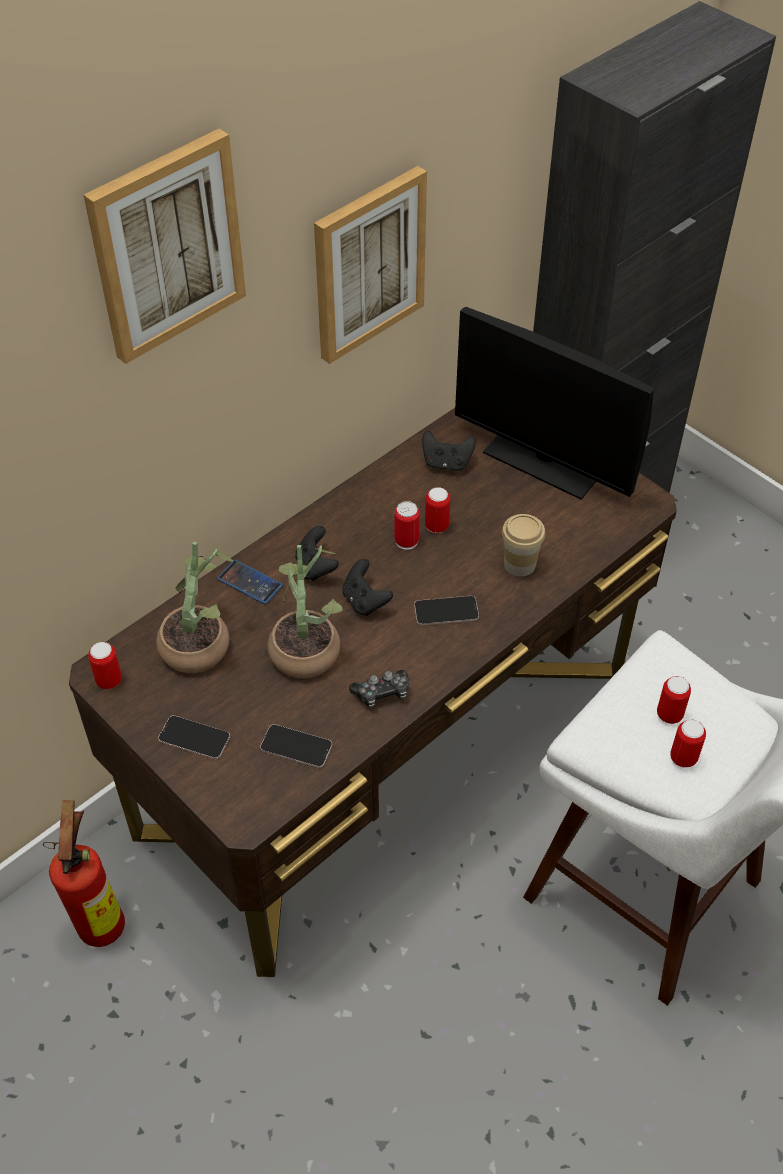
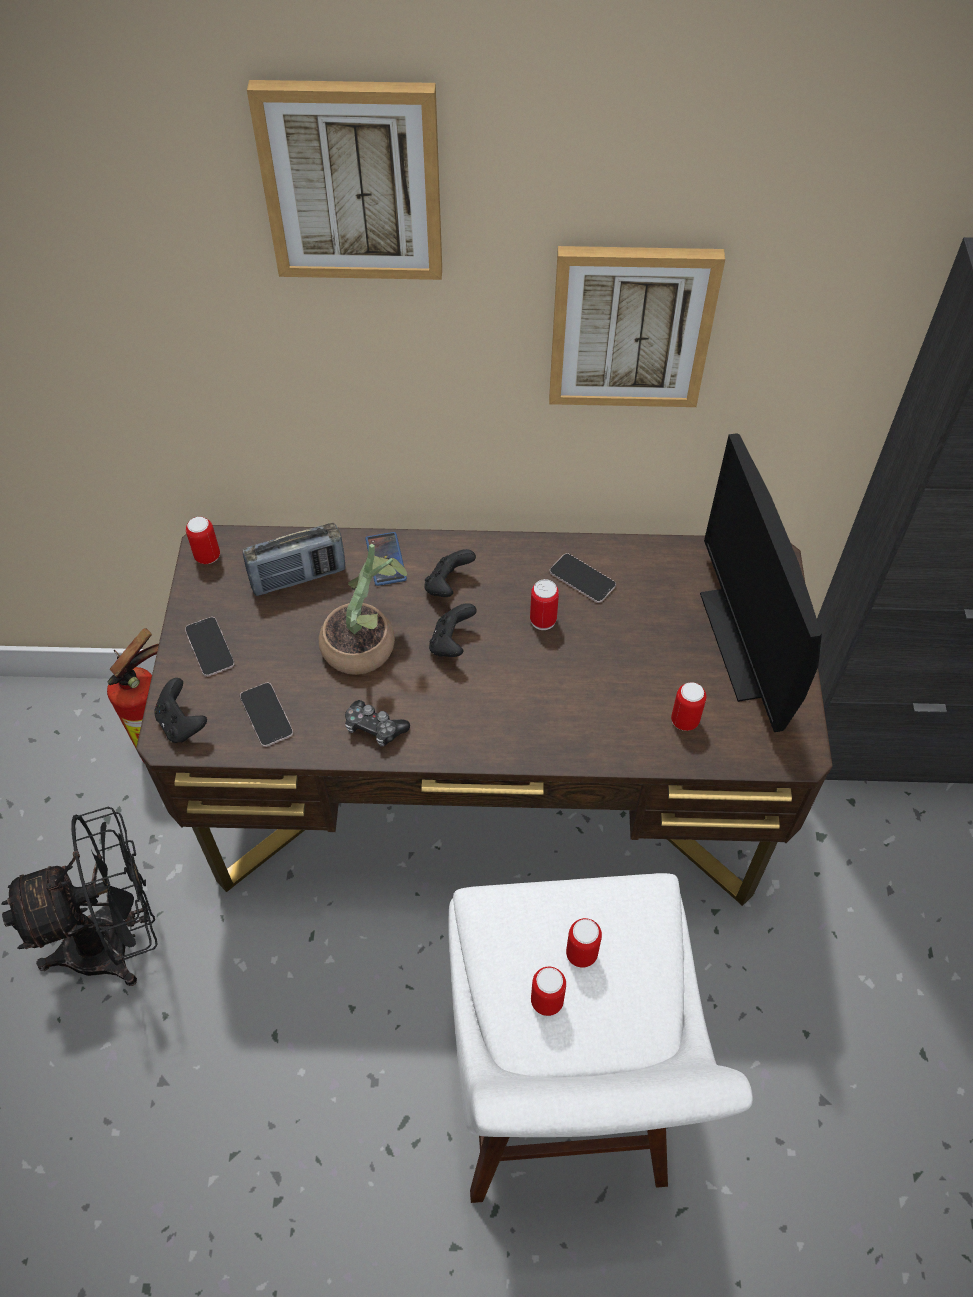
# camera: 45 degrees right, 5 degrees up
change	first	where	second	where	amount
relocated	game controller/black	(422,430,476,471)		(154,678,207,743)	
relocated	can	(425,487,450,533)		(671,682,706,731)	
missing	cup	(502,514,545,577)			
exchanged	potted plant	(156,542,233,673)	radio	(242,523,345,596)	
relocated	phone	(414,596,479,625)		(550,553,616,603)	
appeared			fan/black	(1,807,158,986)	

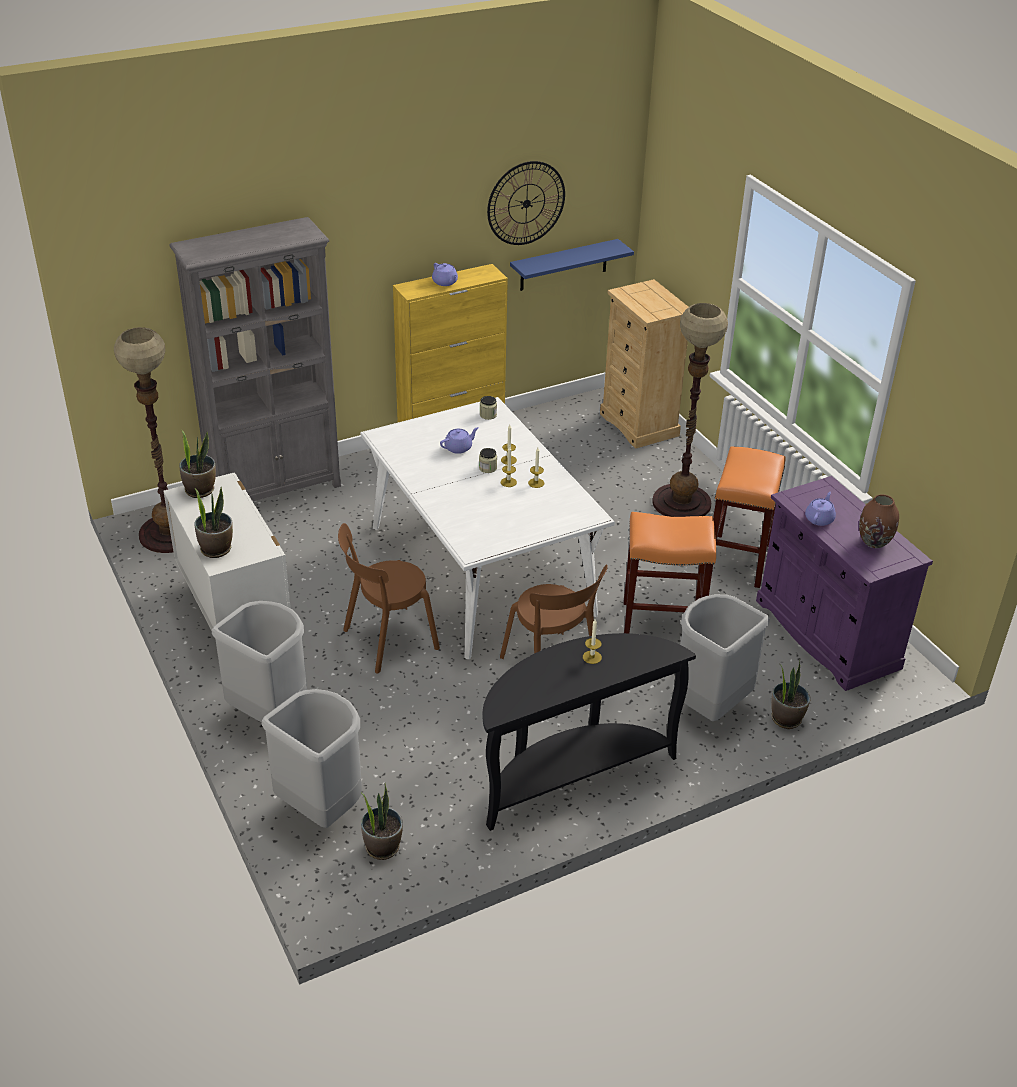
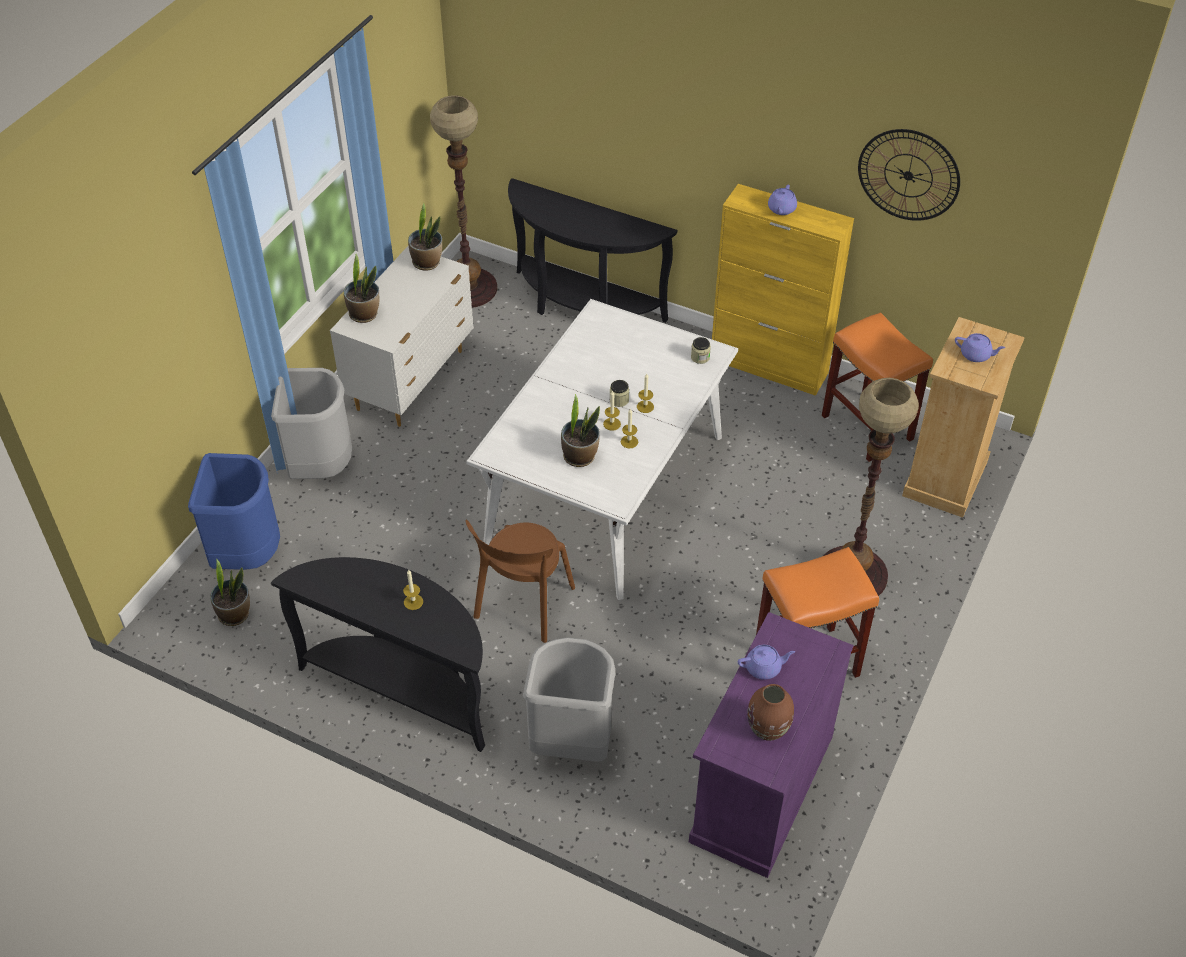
# camera: 55 degrees right, 10 degrees up
change	first	where	second	where	amount
exchanged	bookcase/grey	(169,217,341,501)	console table/black	(508,178,677,323)	
missing	shelf/blue	(510,239,634,291)			
relocated	teapot/purple	(440,427,479,454)		(955,333,1006,362)	
relocated	stool/orange	(624,512,716,633)		(822,312,933,462)	
missing	chair/brown	(338,523,440,674)			
relocated	potted plant	(771,660,811,729)		(561,394,600,467)	
colour	trash can/grey	(261,689,362,828)	trash can/blue	(188,453,280,570)	

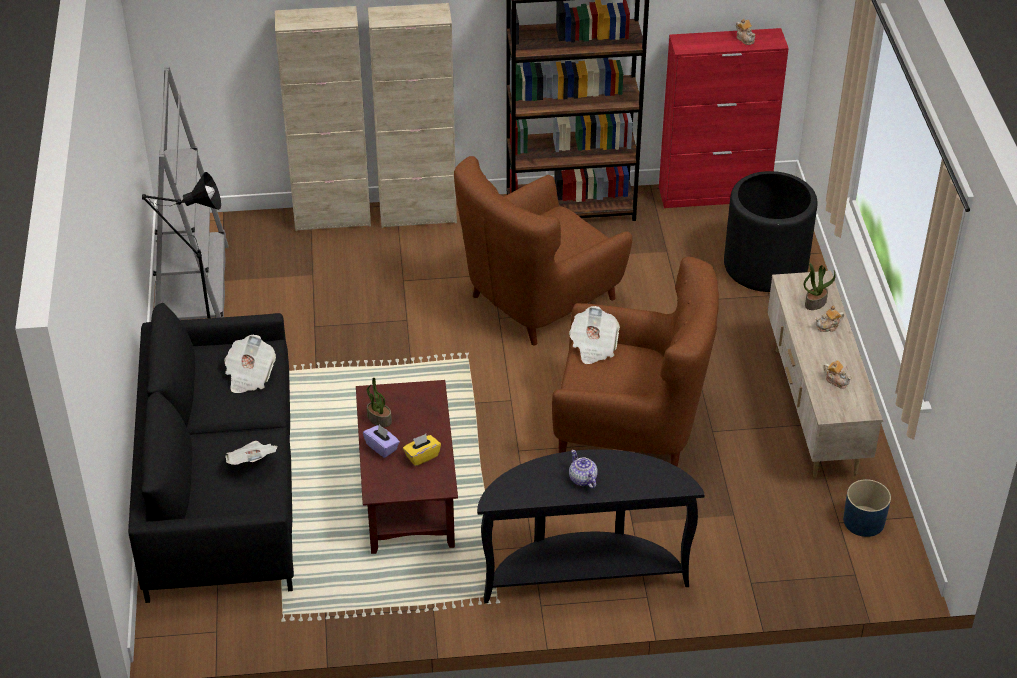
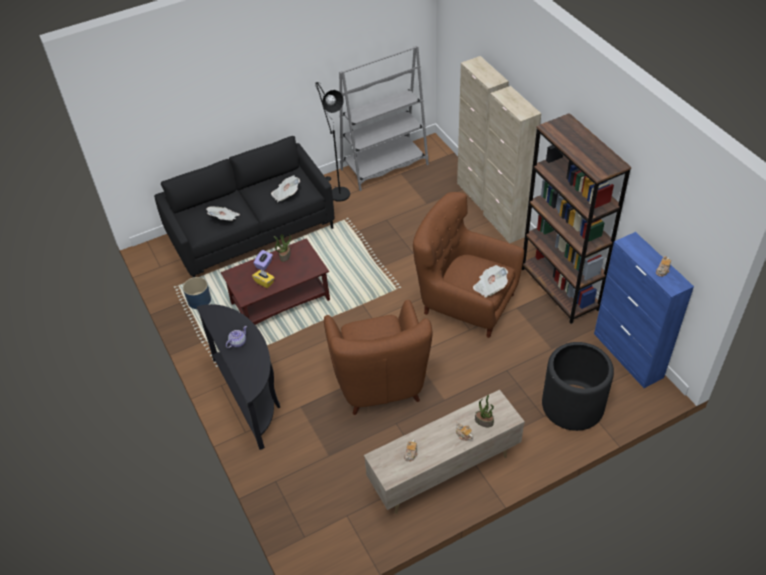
# camera: 70 degrees right, 5 degrees up
change	first	where	second	where	amount
colour	cabinet/red	(659,28,789,208)	cabinet/blue	(594,232,694,388)	
relocated	newspaper	(569,306,620,364)		(473,265,508,298)	
relocated	planter/blue	(843,479,891,537)		(183,277,211,309)	

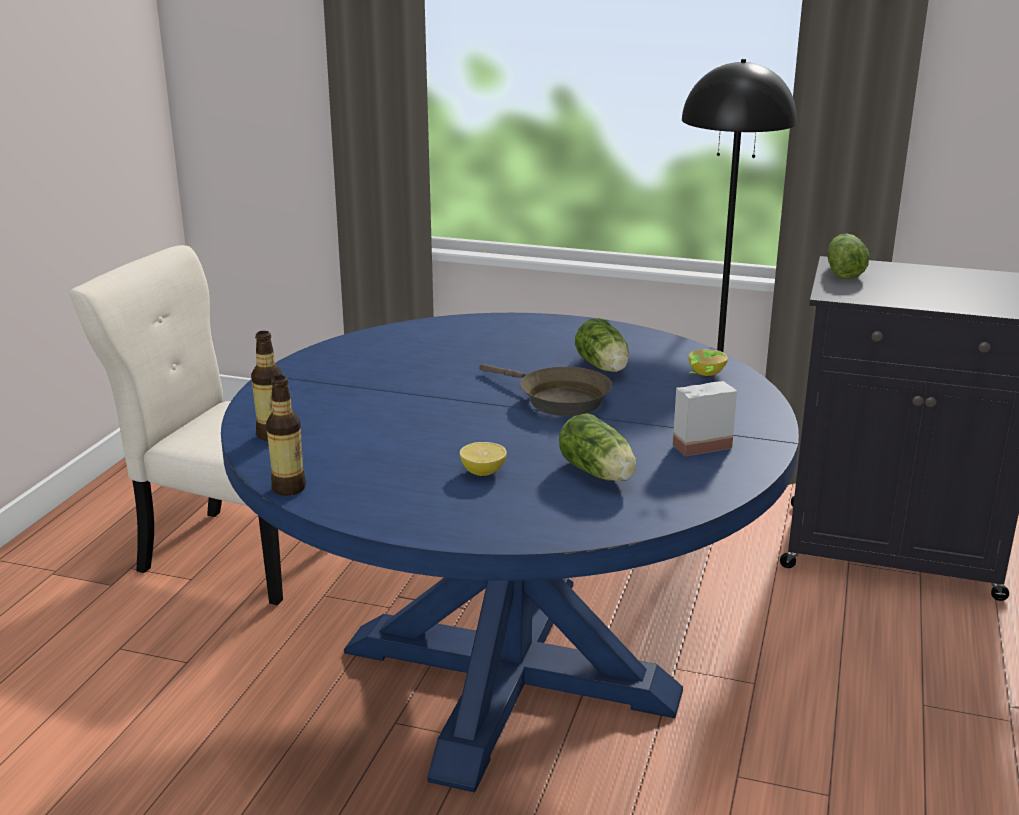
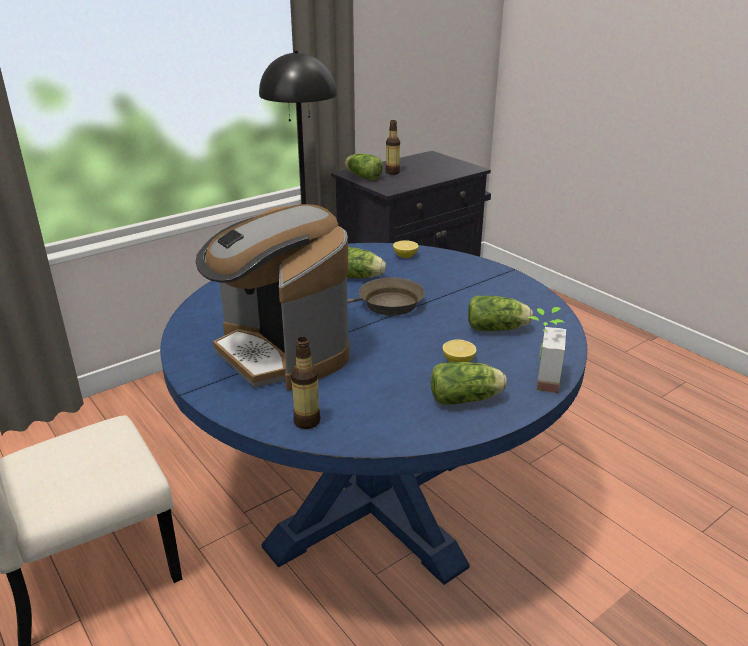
# camera: 55 degrees left, 5 degrees up
change	first	where	second	where	amount
relocated	potted plant	(673,350,737,456)		(528,307,566,393)	
relocated	bottle	(266,375,306,496)		(386,120,400,175)	
appeared			coffee machine	(196,204,350,391)	
appeared			lettuce	(431,362,507,405)	

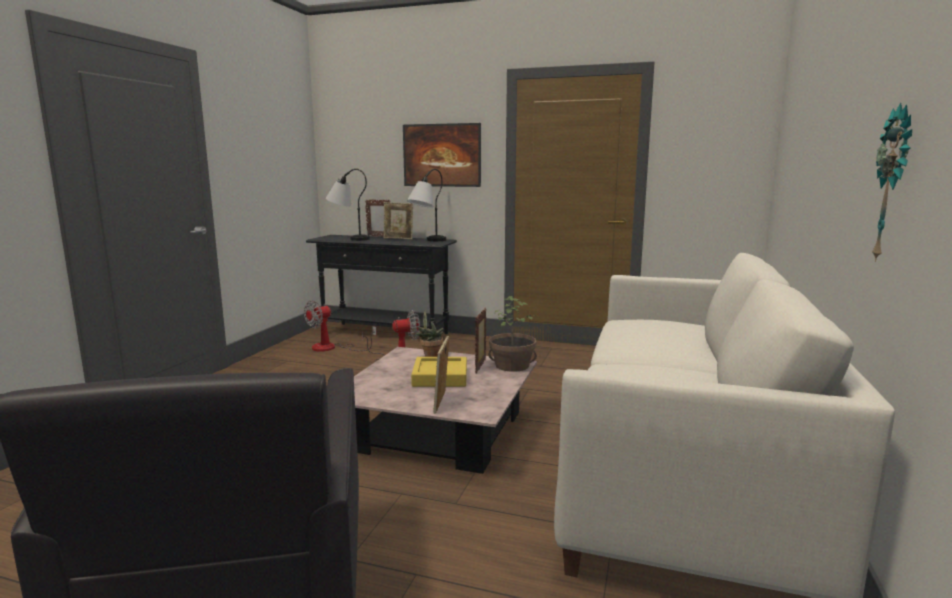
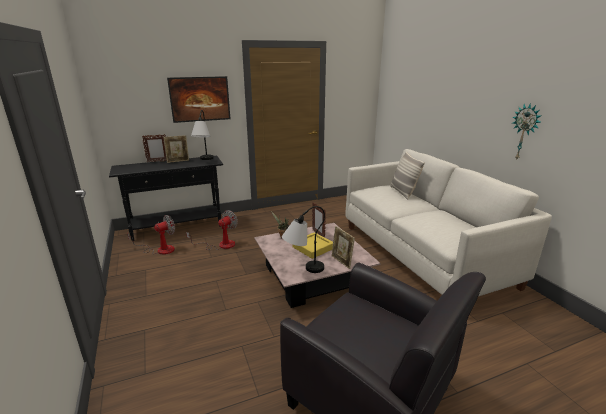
# camera: 40 degrees left, 10 degrees up
change	first	where	second	where	amount
relocated	table lamp	(326,169,370,241)		(282,206,325,273)	
missing	potted plant	(488,296,537,372)			
spun	fan	(304,300,377,352)		(127,215,175,255)	135 degrees counterclockwise
appeared			pillow	(390,151,425,199)	

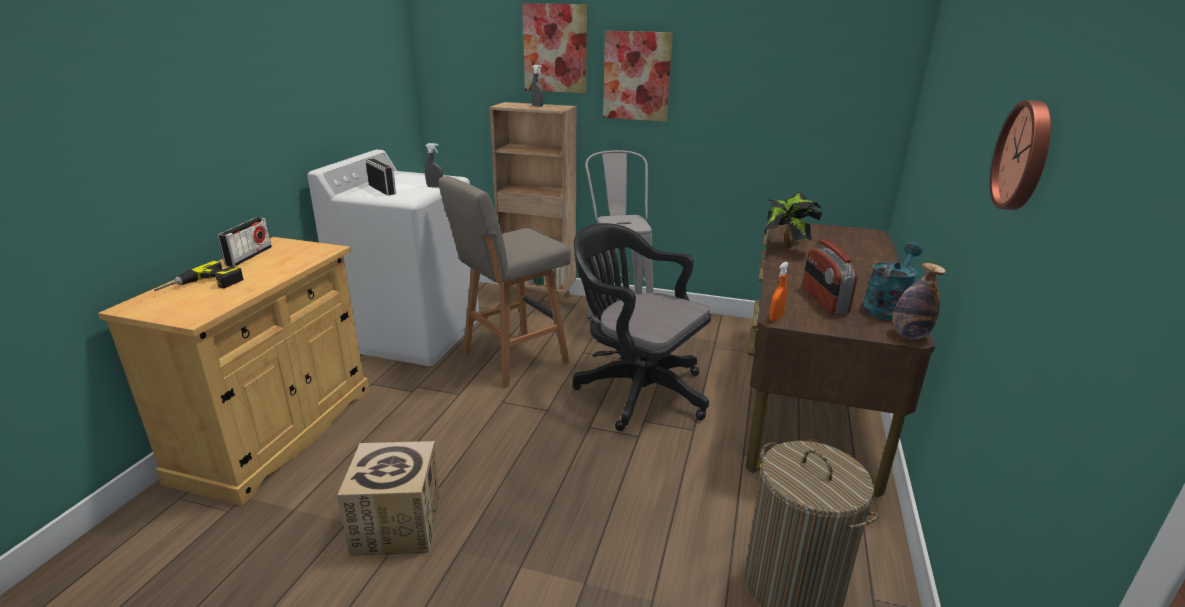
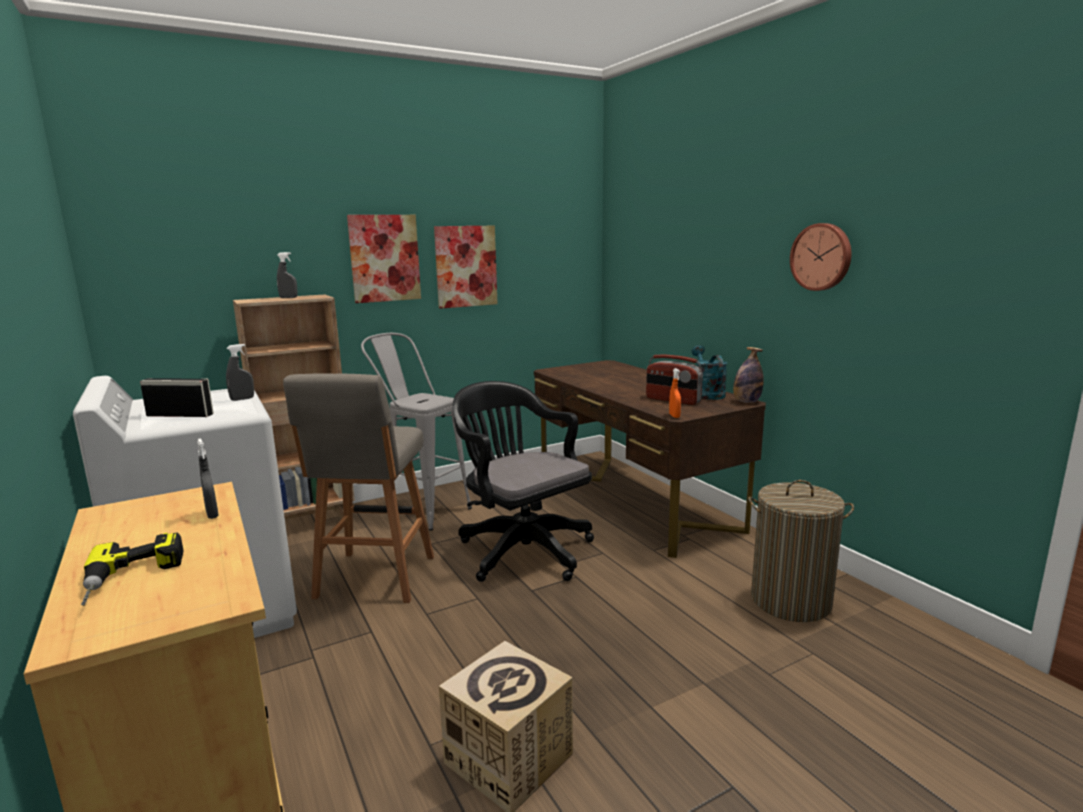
# camera: 45 degrees left, 10 degrees down
change	first	where	second	where	amount
relocated	picture	(522,3,587,93)		(434,226,498,309)	
missing	potted plant	(765,192,822,248)			
missing	radio	(218,217,272,266)			
spun	office chair/black	(572,223,711,431)		(453,381,594,582)	60 degrees clockwise
appeared			spray bottle/grey	(197,439,219,519)	

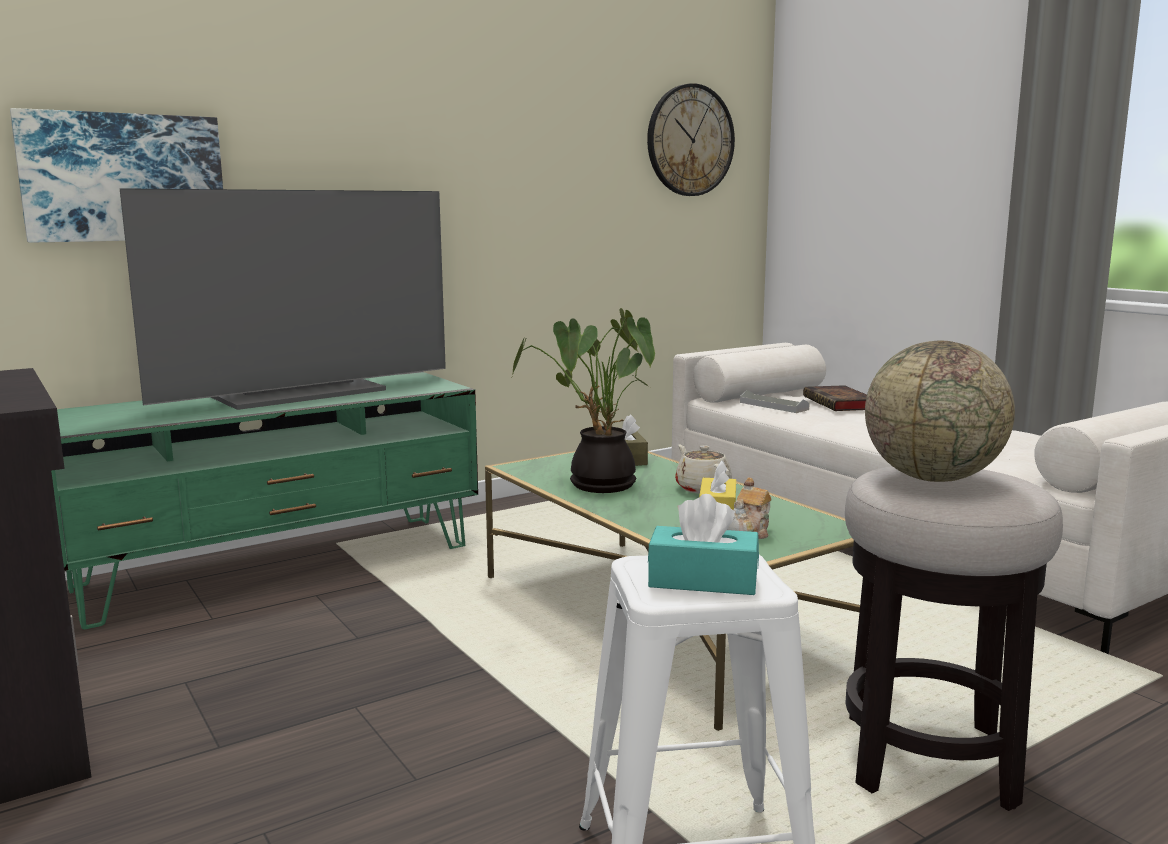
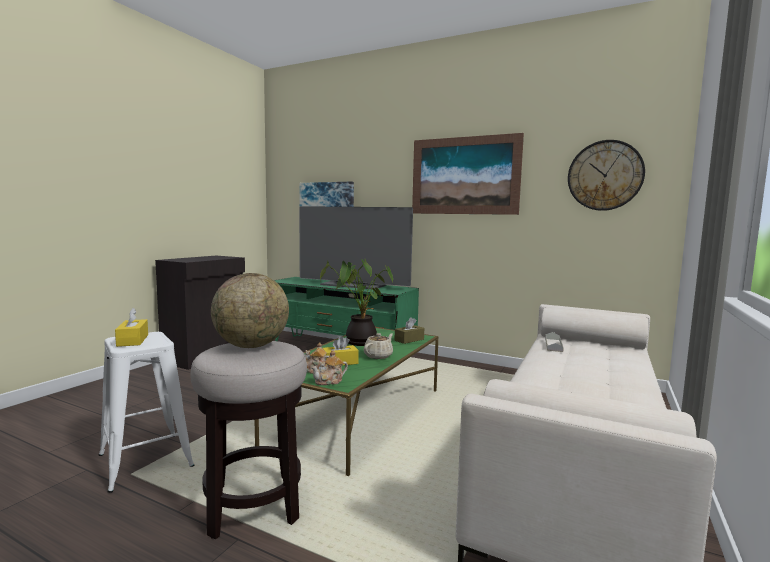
# camera: 60 degrees right, 5 degrees down
change	first	where	second	where	amount
missing	book	(803,385,867,411)			
colour	tissue box/turquoise	(648,494,759,595)	tissue box/yellow	(115,308,148,347)	
appeared			picture	(412,133,524,215)	
appeared			teapot	(311,350,348,385)	

